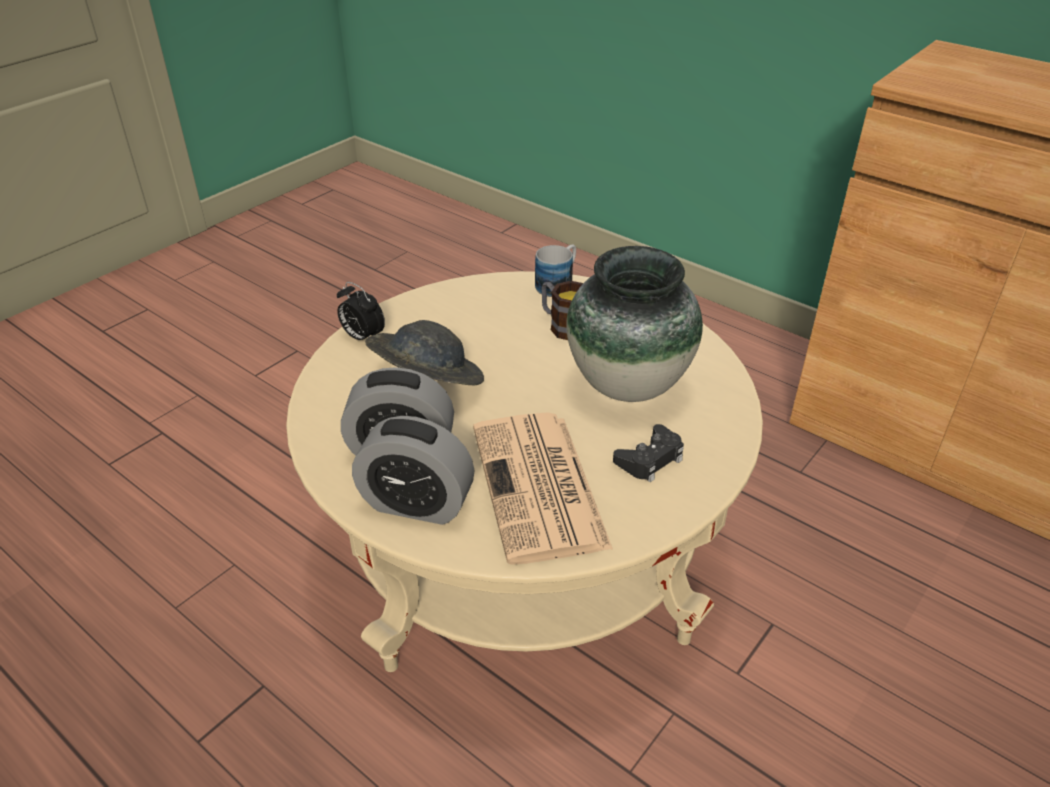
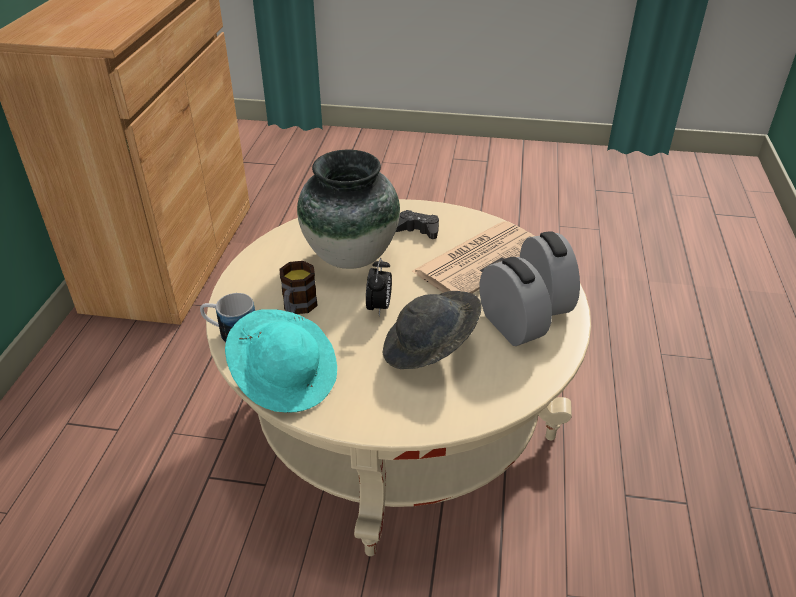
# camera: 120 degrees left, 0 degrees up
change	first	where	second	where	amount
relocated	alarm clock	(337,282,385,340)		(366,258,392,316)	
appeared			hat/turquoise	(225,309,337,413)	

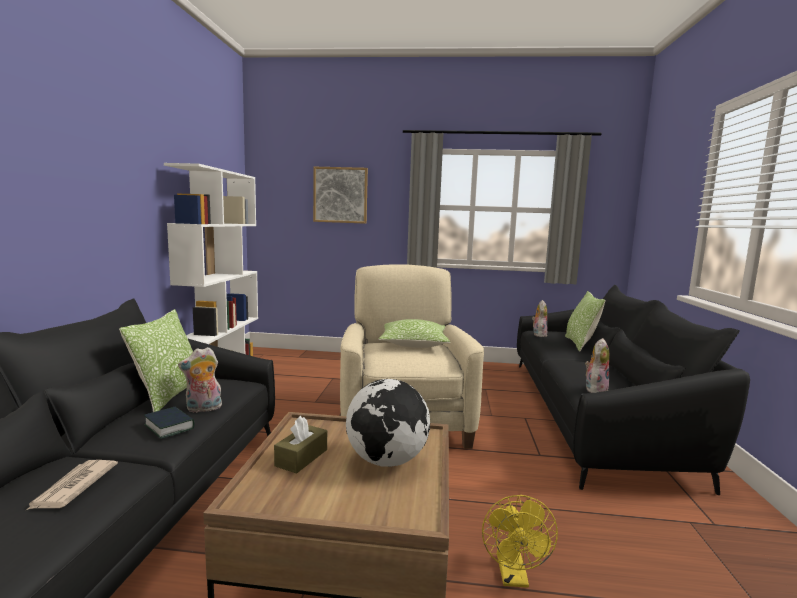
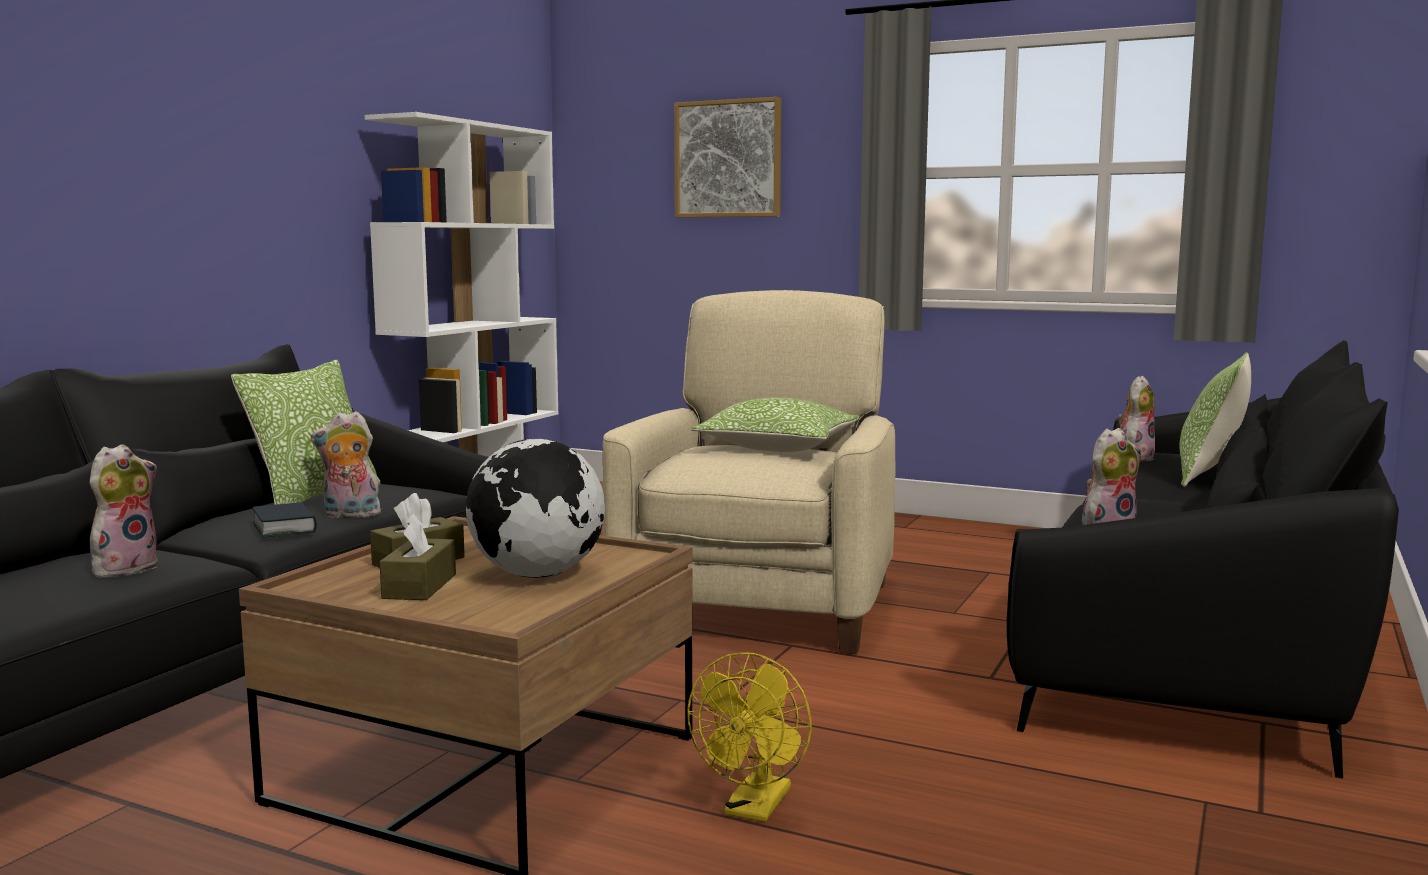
# camera: 20 degrees right, 0 degrees up
change	first	where	second	where	amount
exchanged	newspaper	(27,460,118,510)	plush toy	(90,444,158,578)	
appeared			tissue box/brown	(380,513,456,600)	

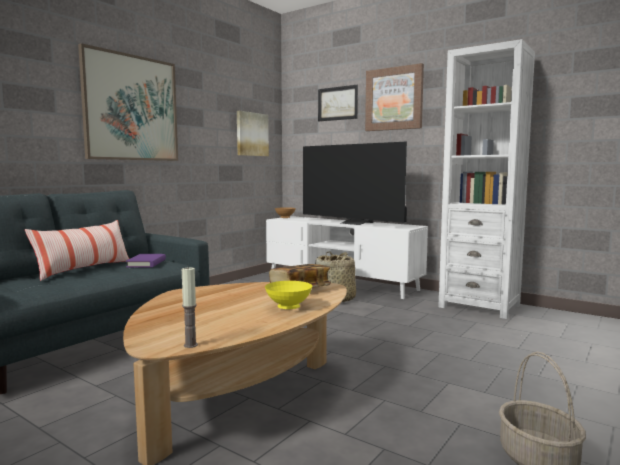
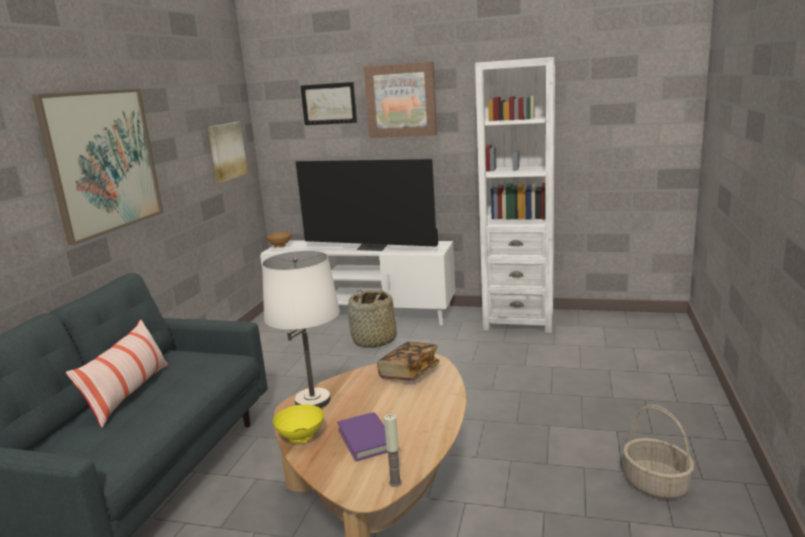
# camera: 20 degrees left, 10 degrees up
change	first	where	second	where	amount
relocated	book/purple	(125,254,166,267)		(337,412,388,462)	
relocated	bowl/yellow	(265,281,312,309)		(273,404,324,444)	
appeared			table lamp/white	(262,251,340,408)	

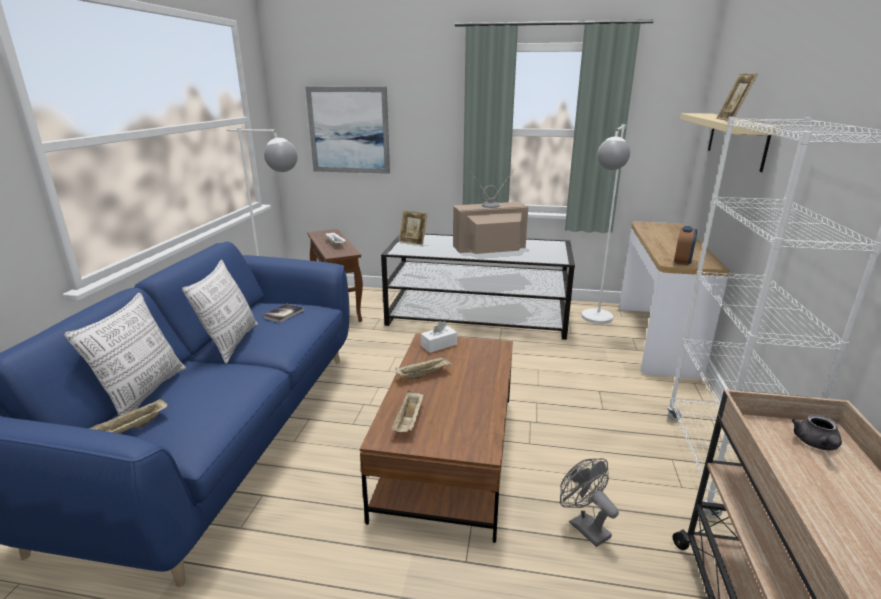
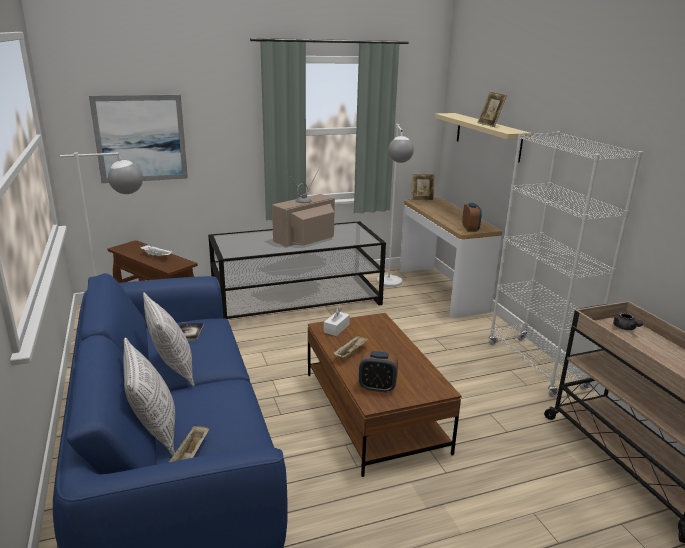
# camera: 30 degrees left, 0 degrees up
change	first	where	second	where	amount
relocated	picture frame	(399,210,428,246)		(411,174,435,201)	
exchanged	tray/beige	(391,390,424,432)	alarm clock	(359,351,398,393)	
missing	fan/grey	(560,458,619,547)			

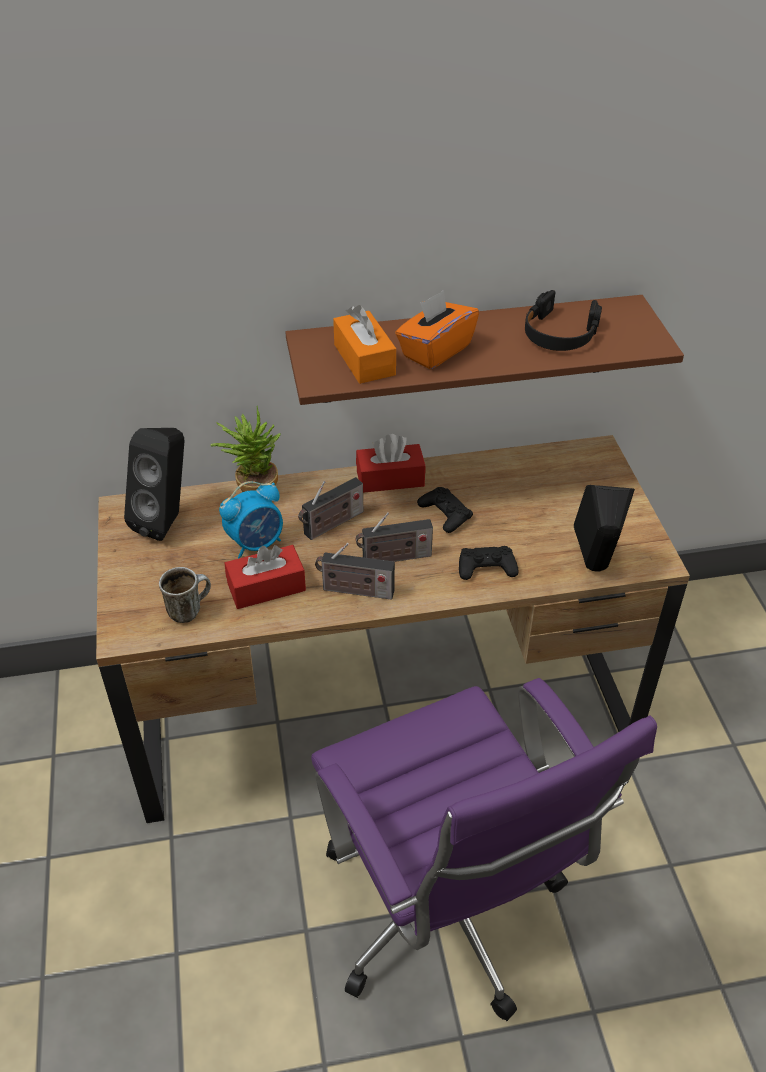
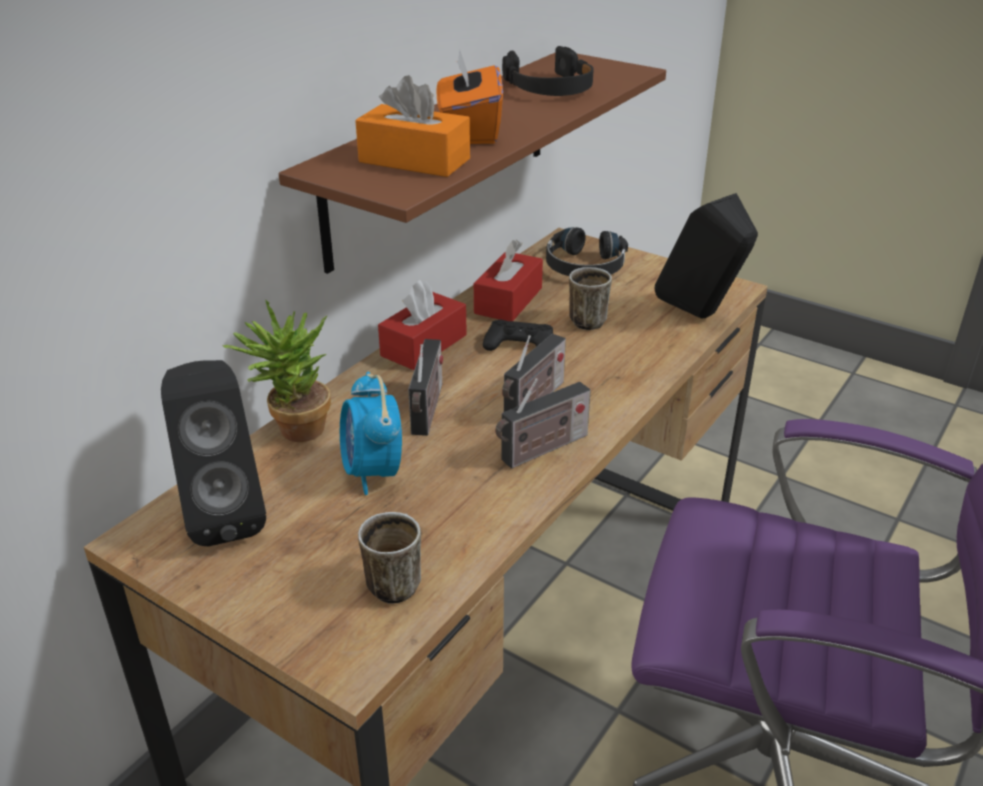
# camera: 45 degrees left, 10 degrees down
change	first	where	second	where	amount
spun	alarm clock	(219,481,283,558)		(340,372,402,495)	150 degrees clockwise
relocated	tissue box/red	(224,545,306,609)		(474,240,543,321)	
missing	game controller/black	(459,546,519,580)			
appeared			headphones/black	(546,227,628,276)	
appeared			mug	(569,267,612,330)	

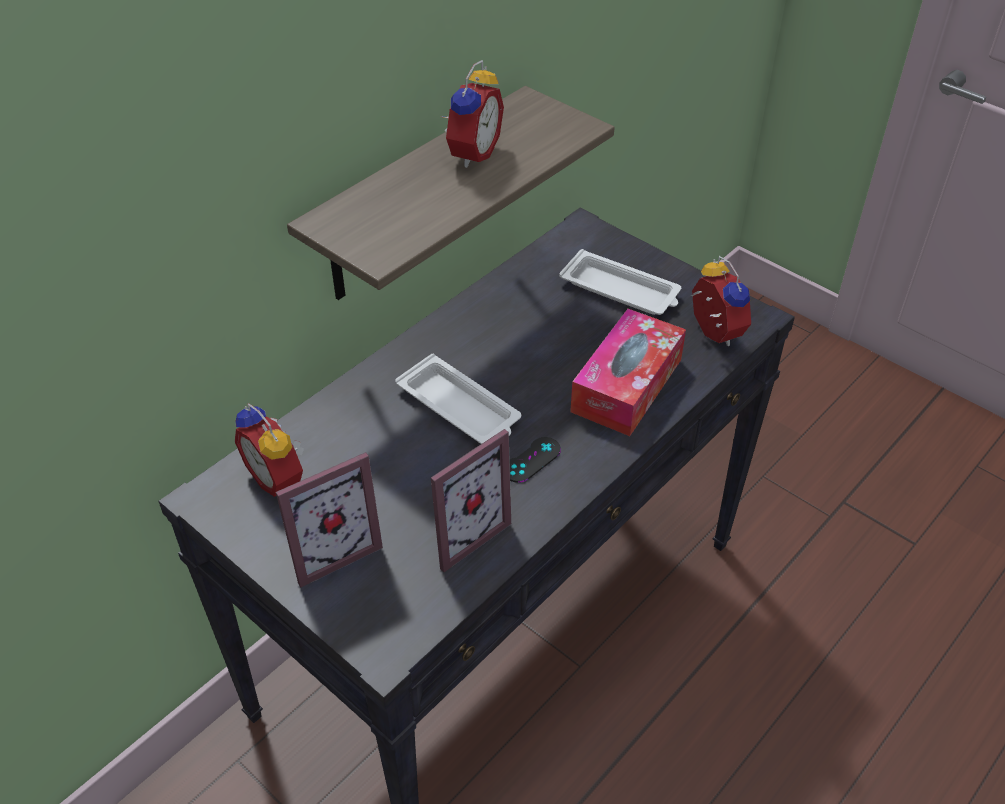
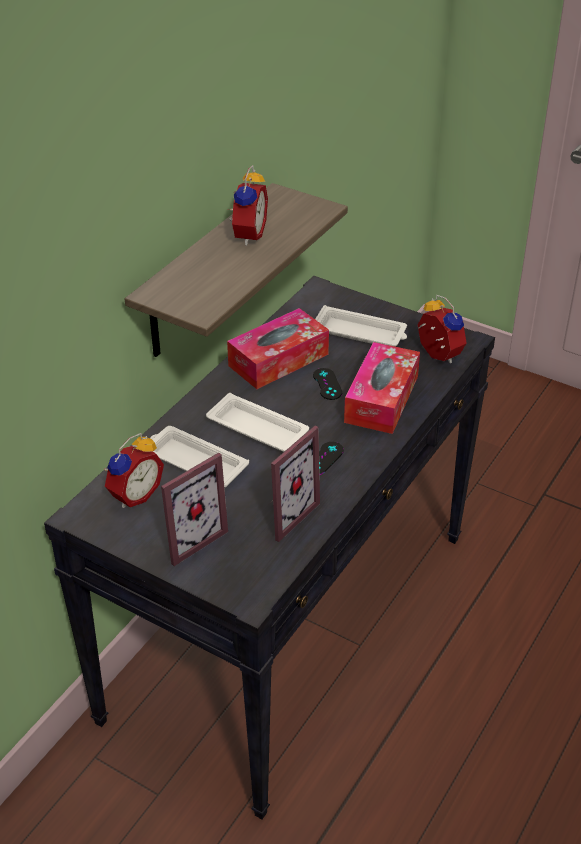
# camera: 10 degrees left, 5 degrees down
change	first	where	second	where	amount
spun	alarm clock	(235,403,304,497)		(104,433,164,508)	90 degrees counterclockwise
appeared			tissue box	(227,308,329,389)	
appeared			game controller/black	(313,368,342,400)	
appeared			tray/white	(150,426,249,487)	

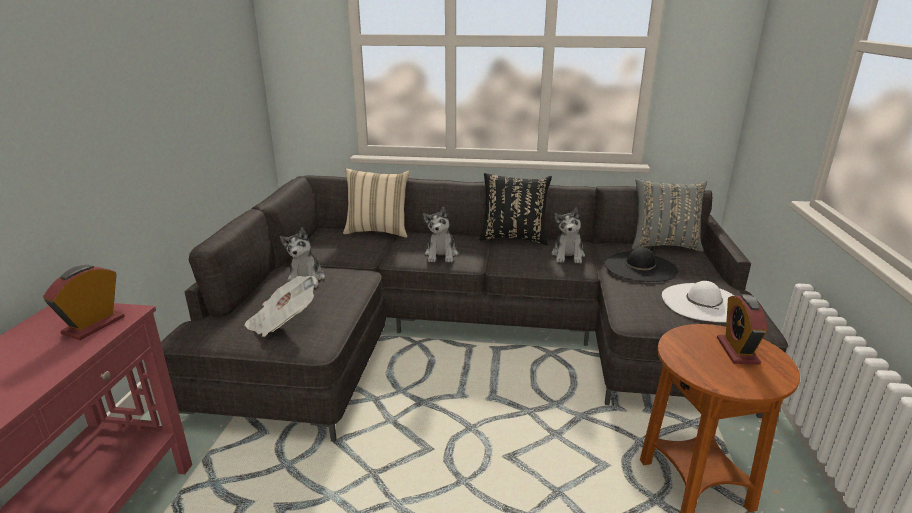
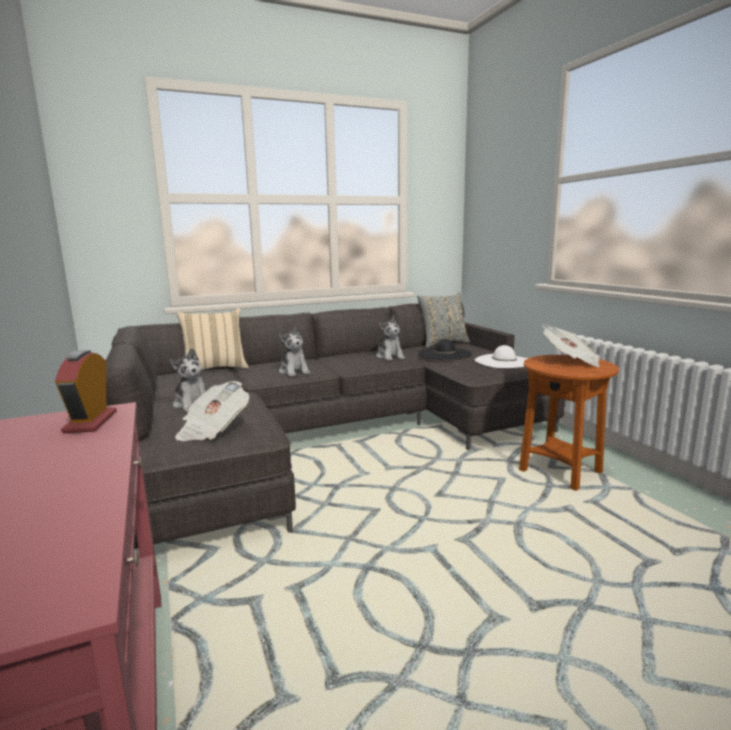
# camera: 30 degrees left, 10 degrees down
change	first	where	second	where	amount
missing	pillow/black	(479,173,552,245)			
exchanged	alarm clock	(717,294,768,365)	newspaper	(543,324,600,367)	

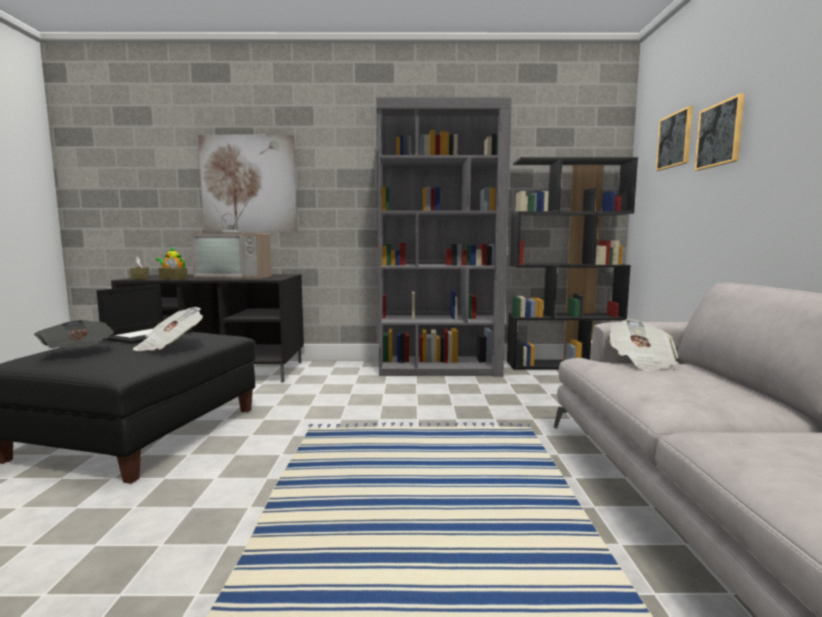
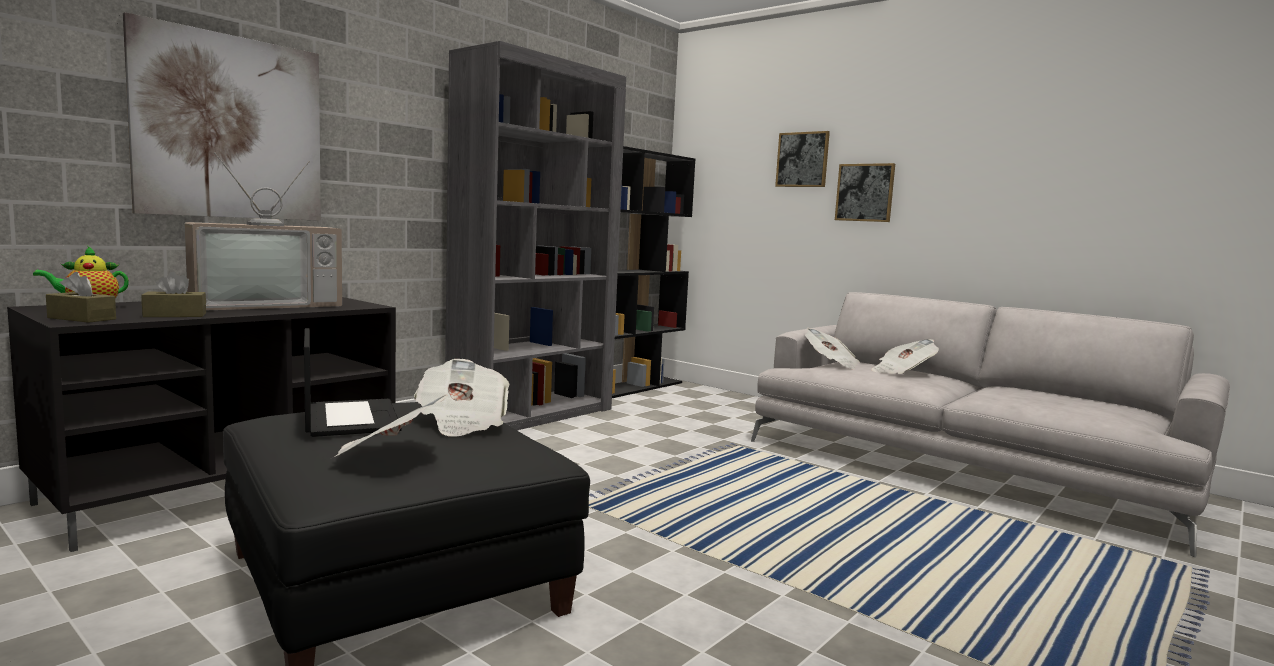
# camera: 50 degrees left, 0 degrees up
change	first	where	second	where	amount
relocated	picture	(656,106,693,171)		(835,163,895,222)	
appeared			newspaper	(871,339,939,374)	

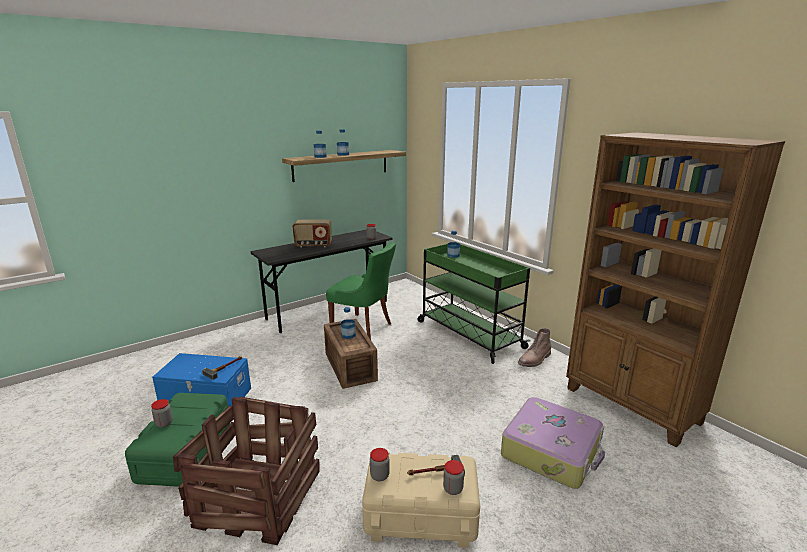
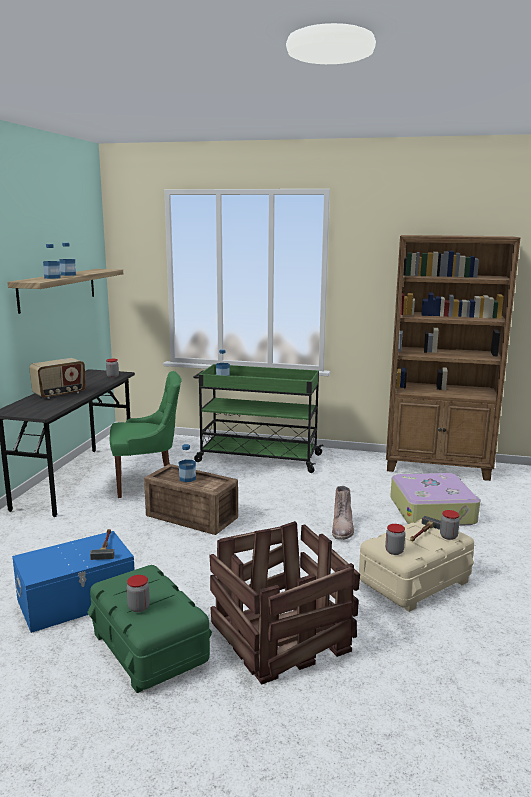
# camera: 40 degrees left, 5 degrees down
change	first	where	second	where	amount
relocated	boot/brown	(518,328,551,367)		(332,486,354,540)	

